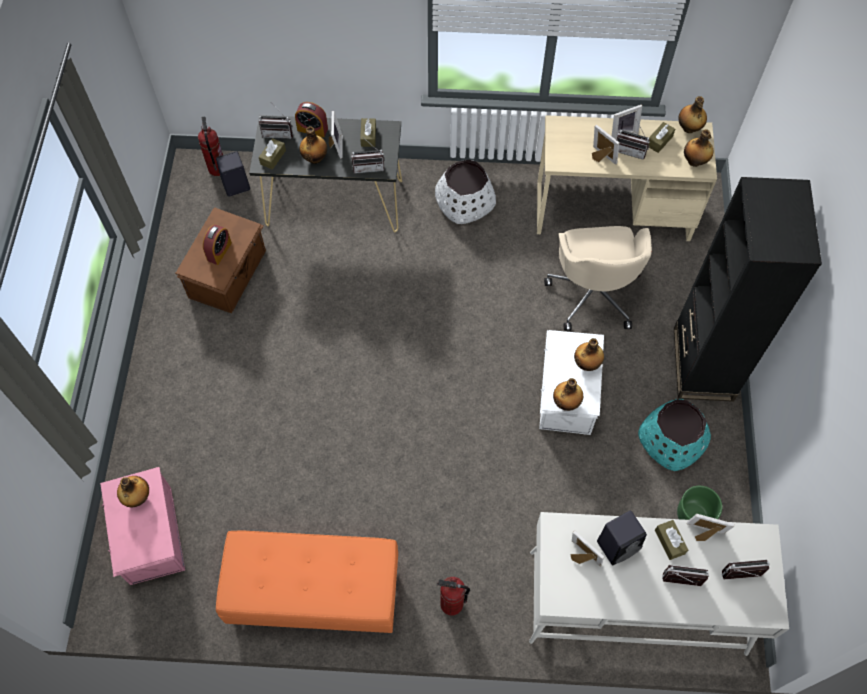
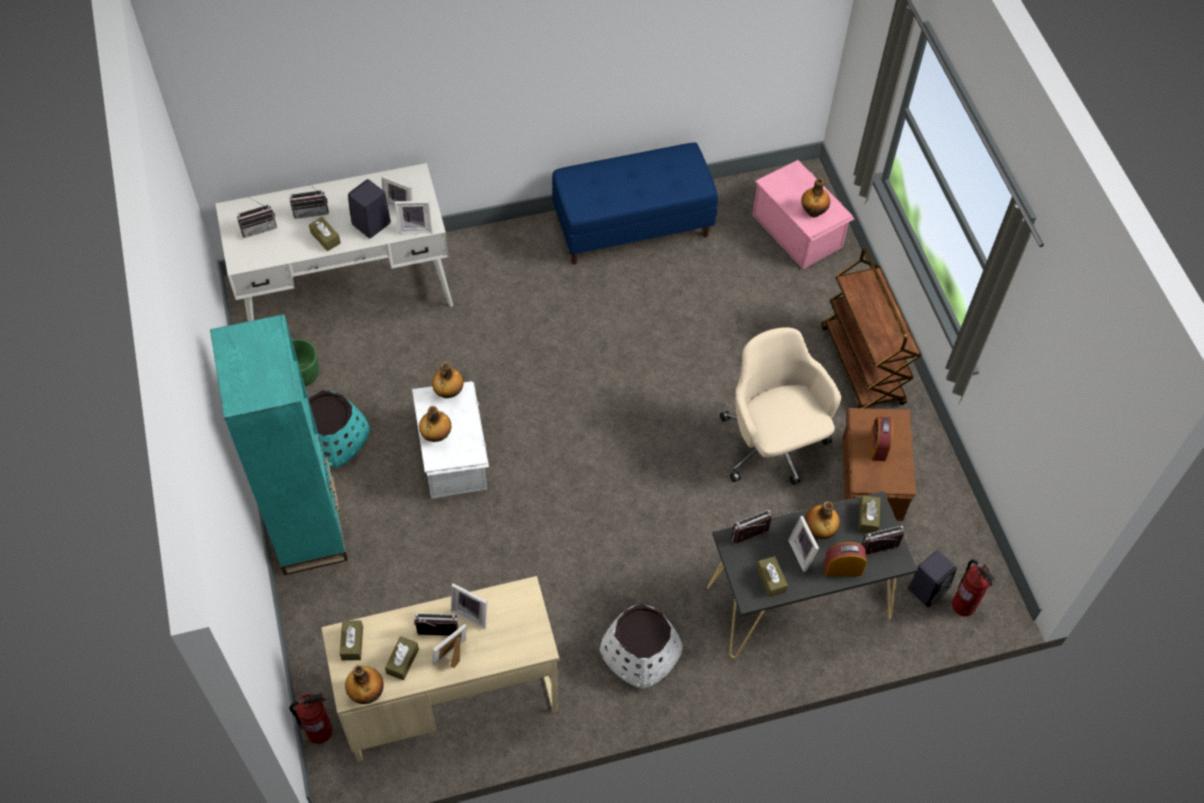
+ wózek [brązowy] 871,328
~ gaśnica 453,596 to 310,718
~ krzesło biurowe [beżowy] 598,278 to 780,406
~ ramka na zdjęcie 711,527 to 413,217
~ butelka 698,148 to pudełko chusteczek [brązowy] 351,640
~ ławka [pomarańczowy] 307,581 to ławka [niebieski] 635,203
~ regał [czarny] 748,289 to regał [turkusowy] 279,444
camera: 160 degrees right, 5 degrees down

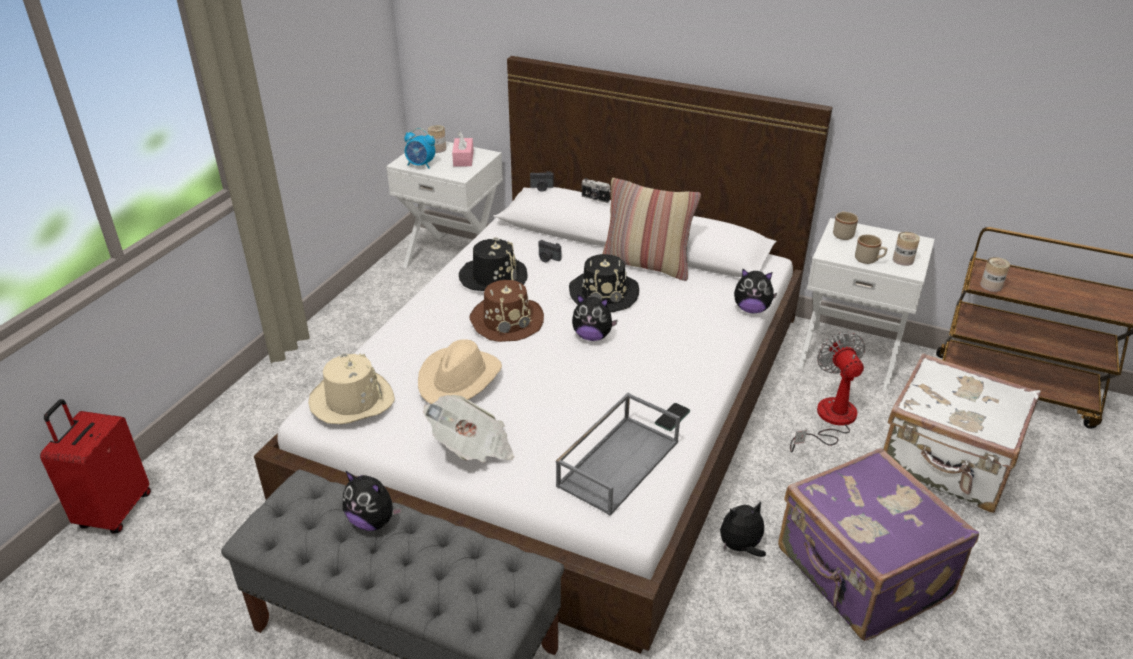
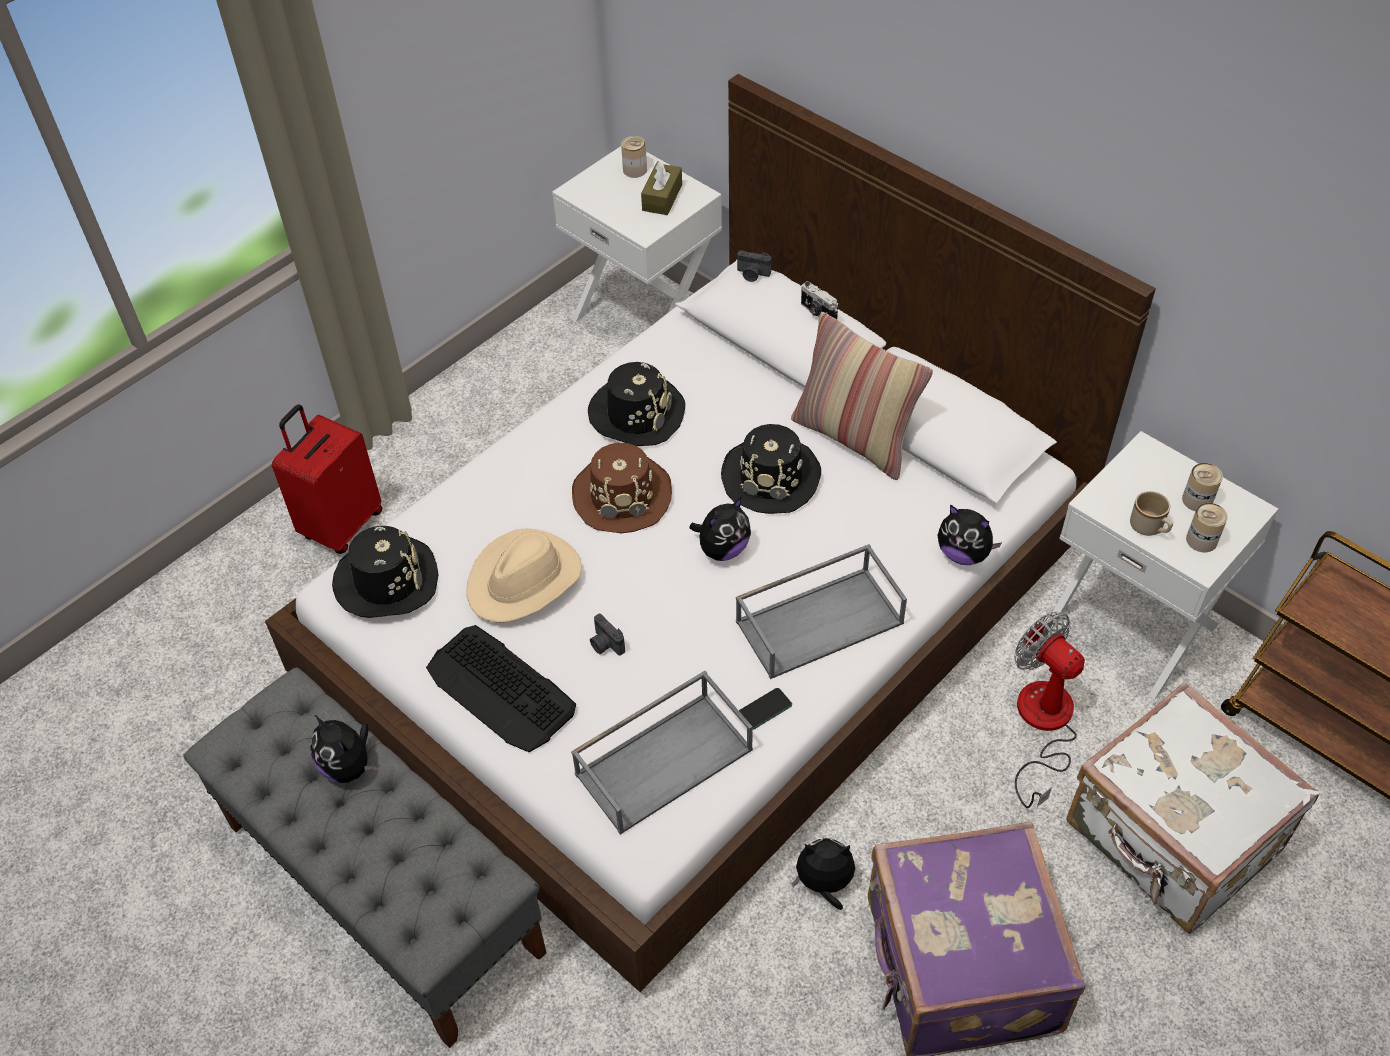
- budzik 419,148
- kubek [beżowy] 845,225
+ taca [szary] 821,611
~ walizka [czerwony] 95,466 to 327,479
~ aparat fotograficzny 550,251 to 607,634
~ puszka 995,274 to 1202,487
~ gazeta 468,429 to klawiatura 501,688
~ kapelusz [beżowy] 351,388 to kapelusz [czarny] 385,572
~ pudełko chusteczek [różowy] 463,149 to pudełko chusteczek [brązowy] 661,187
~ pluszak 595,317 = 720,529 75 degrees counterclockwise
~ wentylator 827,392 = 1049,710 45 degrees counterclockwise
camera: 20 degrees right, 15 degrees up

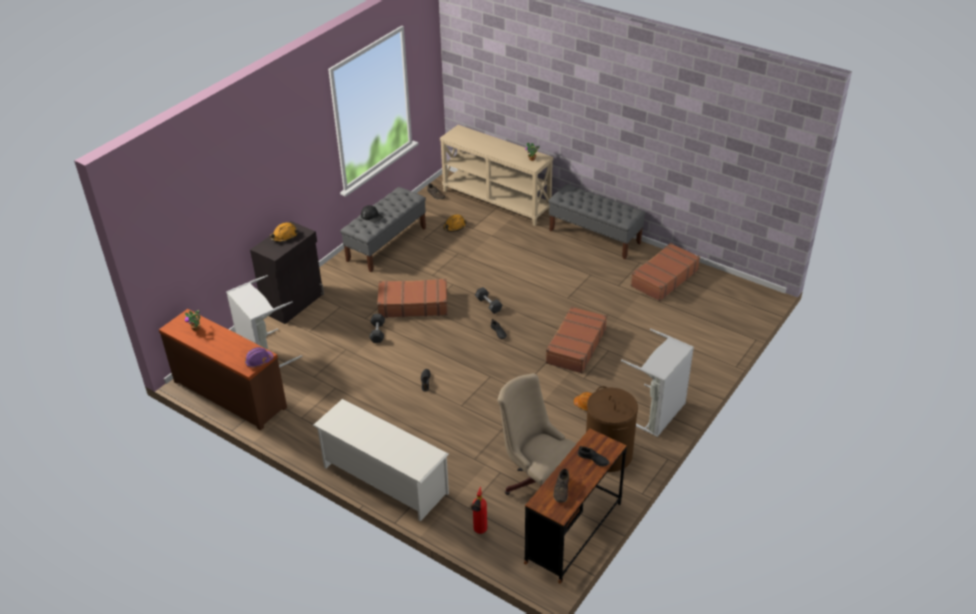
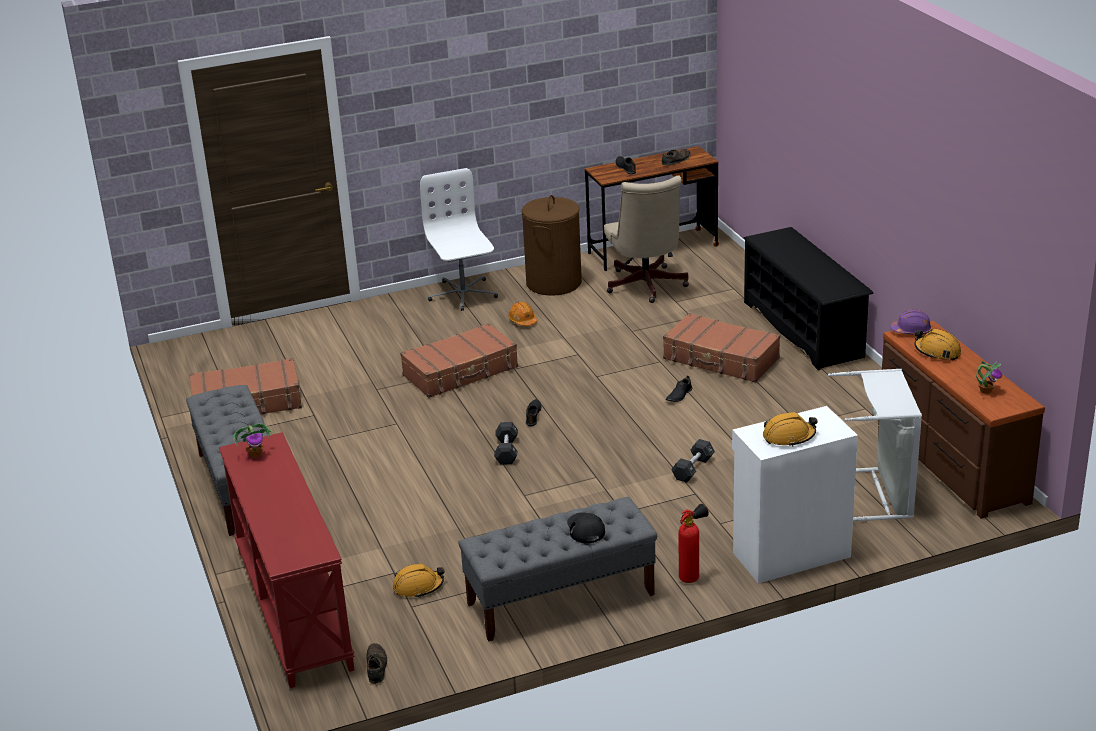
+ kask [pomarańczowy] 937,344
~ walizka [brązowy] 412,298 to 721,348
~ gaśnica 479,510 to 693,543
~ kosz na pranie [szary] 657,383 to krzesło biurowe [biały] 459,239
~ szafka [czarny] 287,272 to szafka [biały] 795,494
~ regał na buty [biały] 381,460 to regał na buty [czarny] 808,298
~ stolik konsolowy [beżowy] 497,175 to stolik konsolowy [czerwony] 287,560
camera: 145 degrees left, 10 degrees down

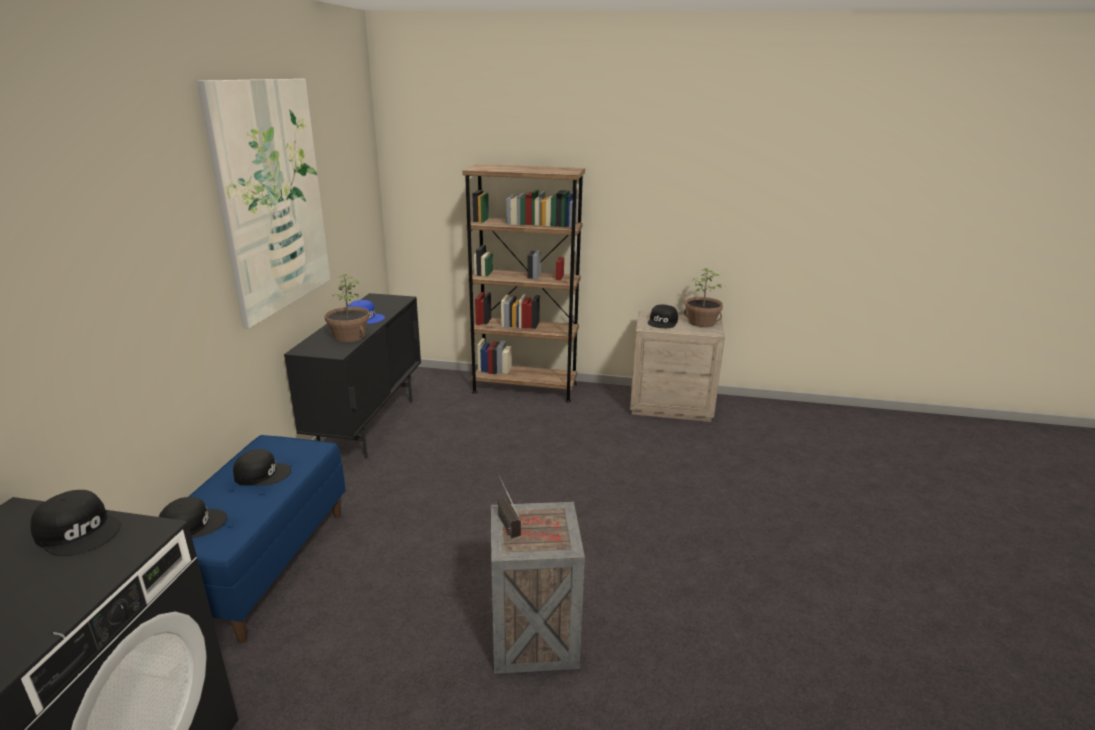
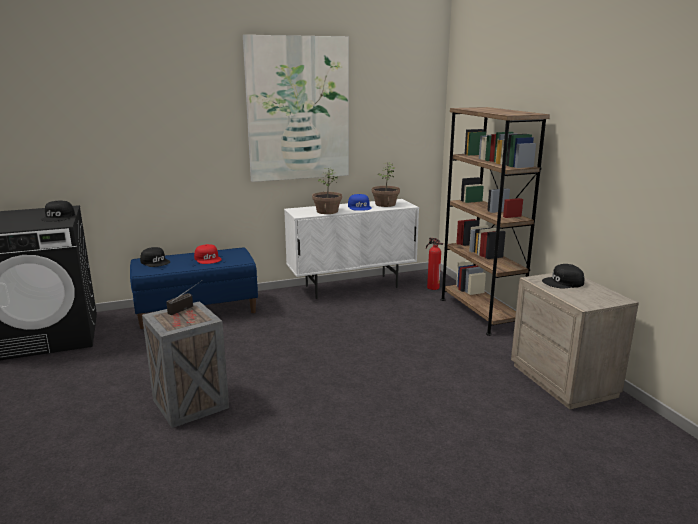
+ gaśnica 434,264
~ roślina doniczkowa 703,297 to 386,184
~ czapka z daszkiem [czarny] 262,467 to czapka z daszkiem [czerwony] 208,254
~ szafka [czarny] 352,376 to szafka [biały] 351,249
camera: 60 degrees right, 5 degrees down

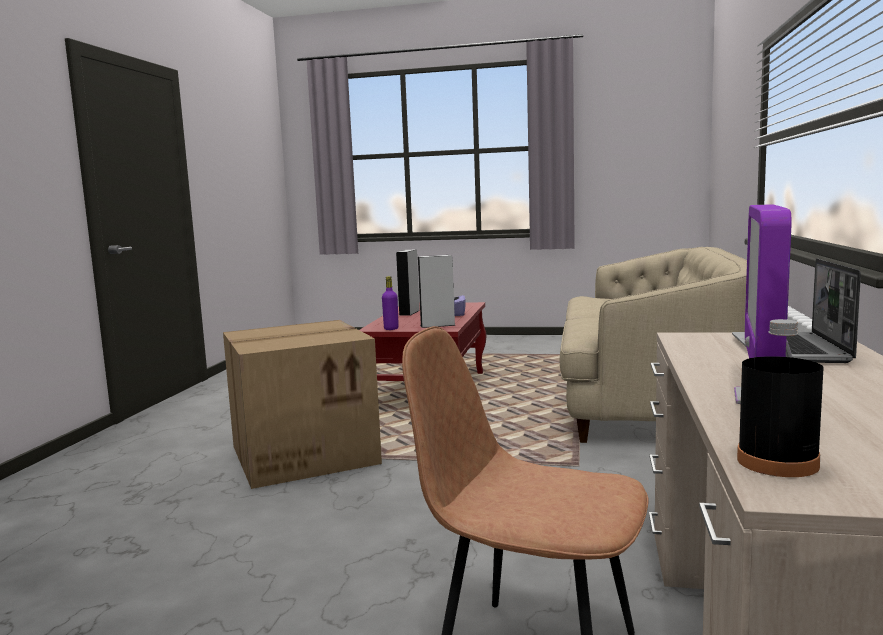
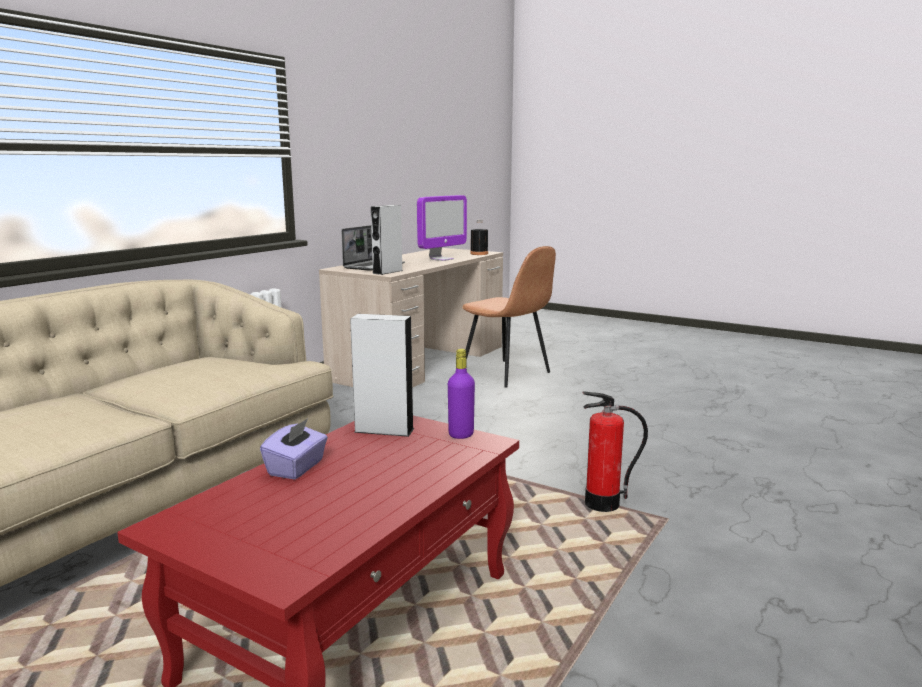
~ głośnik [szary] 408,283 to 386,240
~ karton 302,404 to gaśnica 615,451
camera: 160 degrees left, 5 degrees up

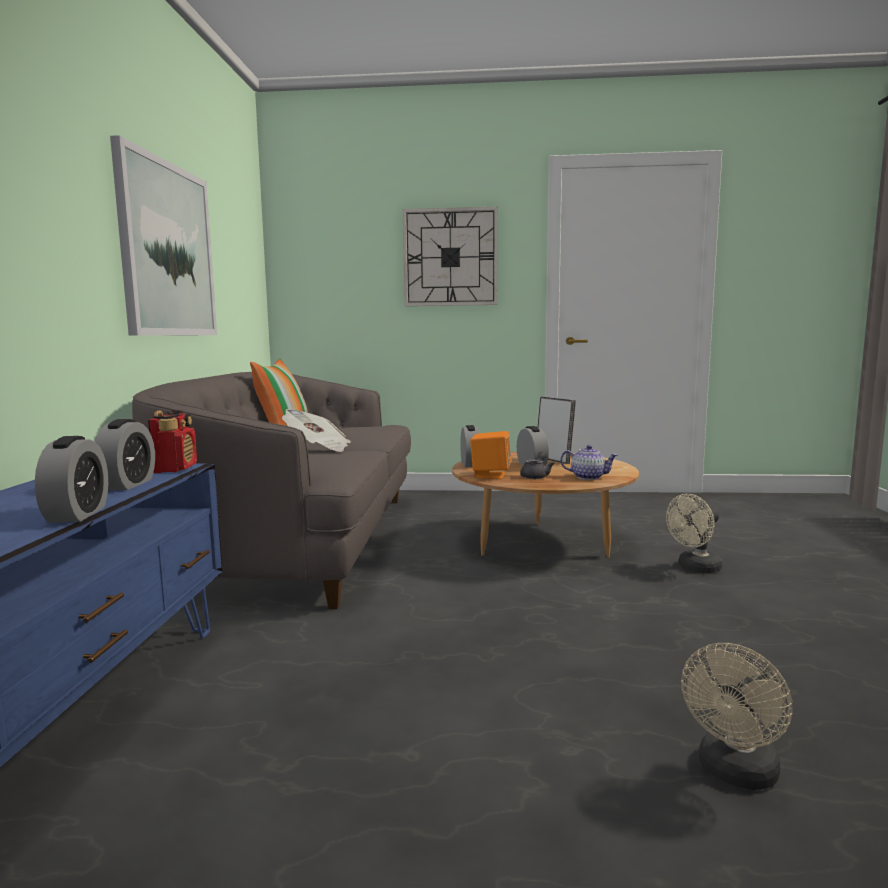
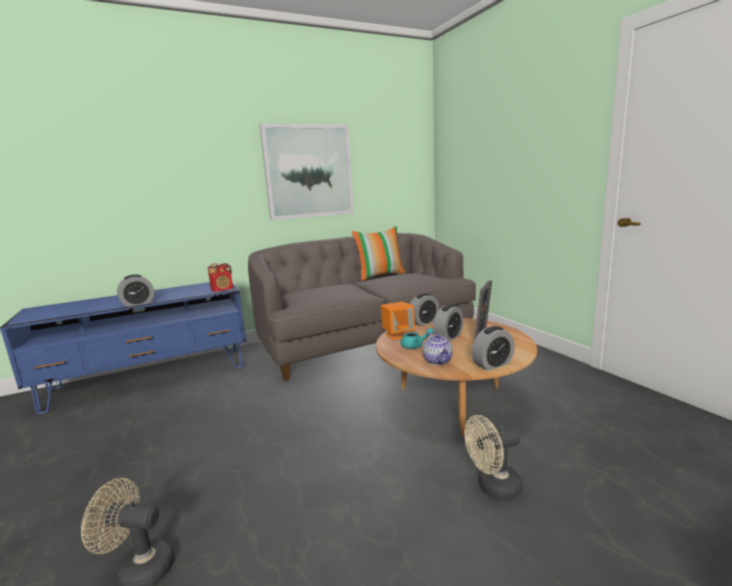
- gazeta 316,430
- zegar ścienny 450,256
~ budzik 124,454 to 493,348
~ imbryk [szary] 537,465 to imbryk [turkusowy] 417,338
~ wentylator [beżowy] 694,533 = 493,457 45 degrees counterclockwise
camera: 60 degrees right, 5 degrees up

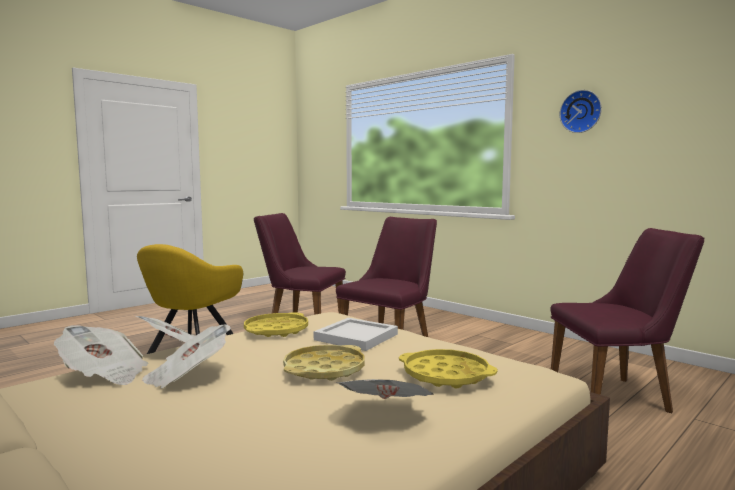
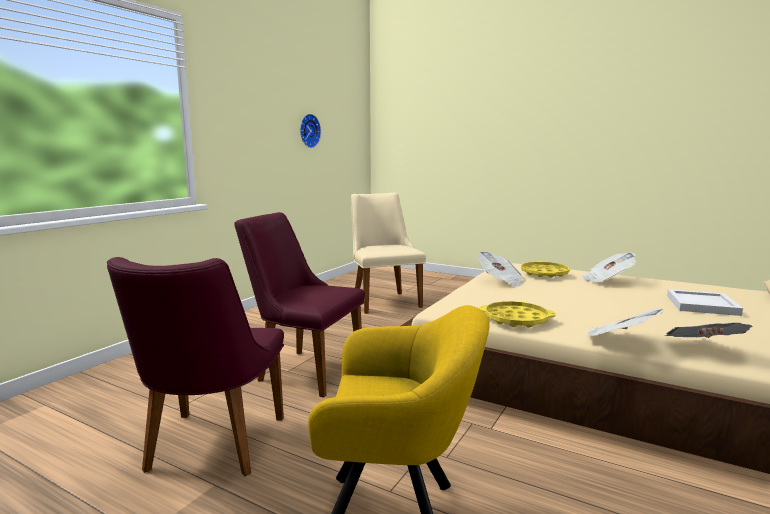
- taca [żółty] 324,363
~ gazeta 186,356 to 501,269
~ taca [biały] 356,334 to 705,302
~ zegar ścienny 581,111 to 310,131
~ krzesło [fioletowy] 628,320 to krzesło [beżowy] 388,253
camera: 105 degrees left, 5 degrees up

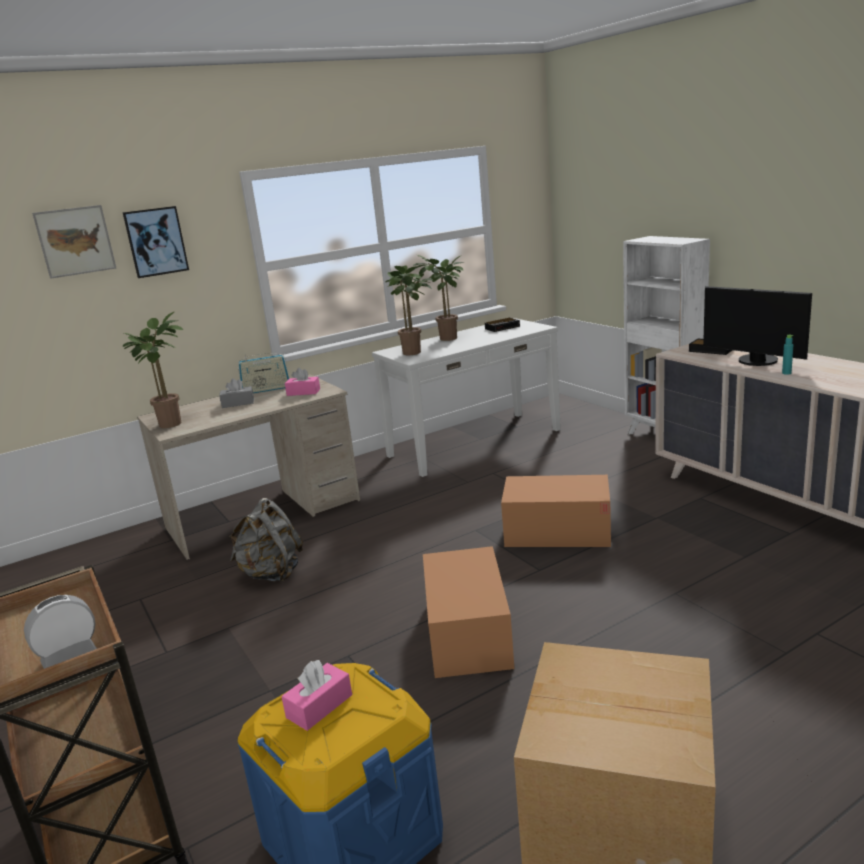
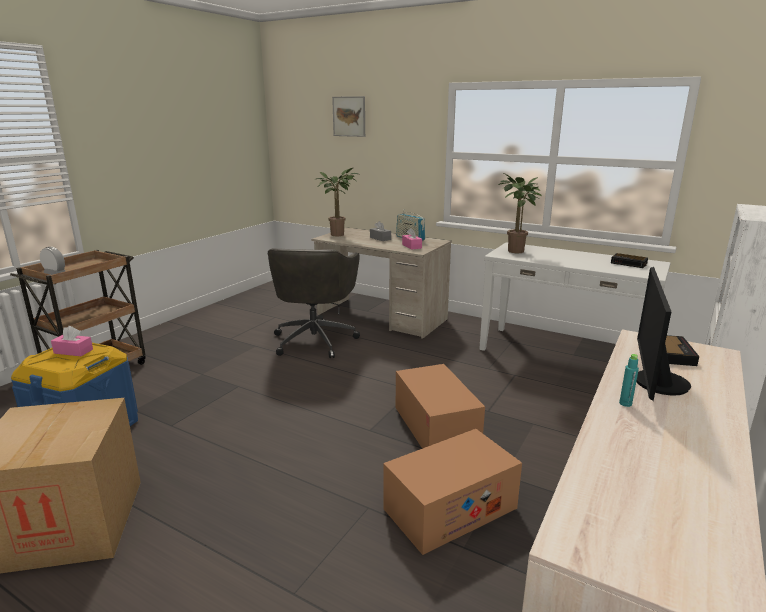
- obraz 155,242
- roślina doniczkowa 438,298
~ karton 469,612 to 452,492
~ plecak [szary] 266,540 to krzesło biurowe [szary] 314,303
camera: 60 degrees right, 0 degrees up

